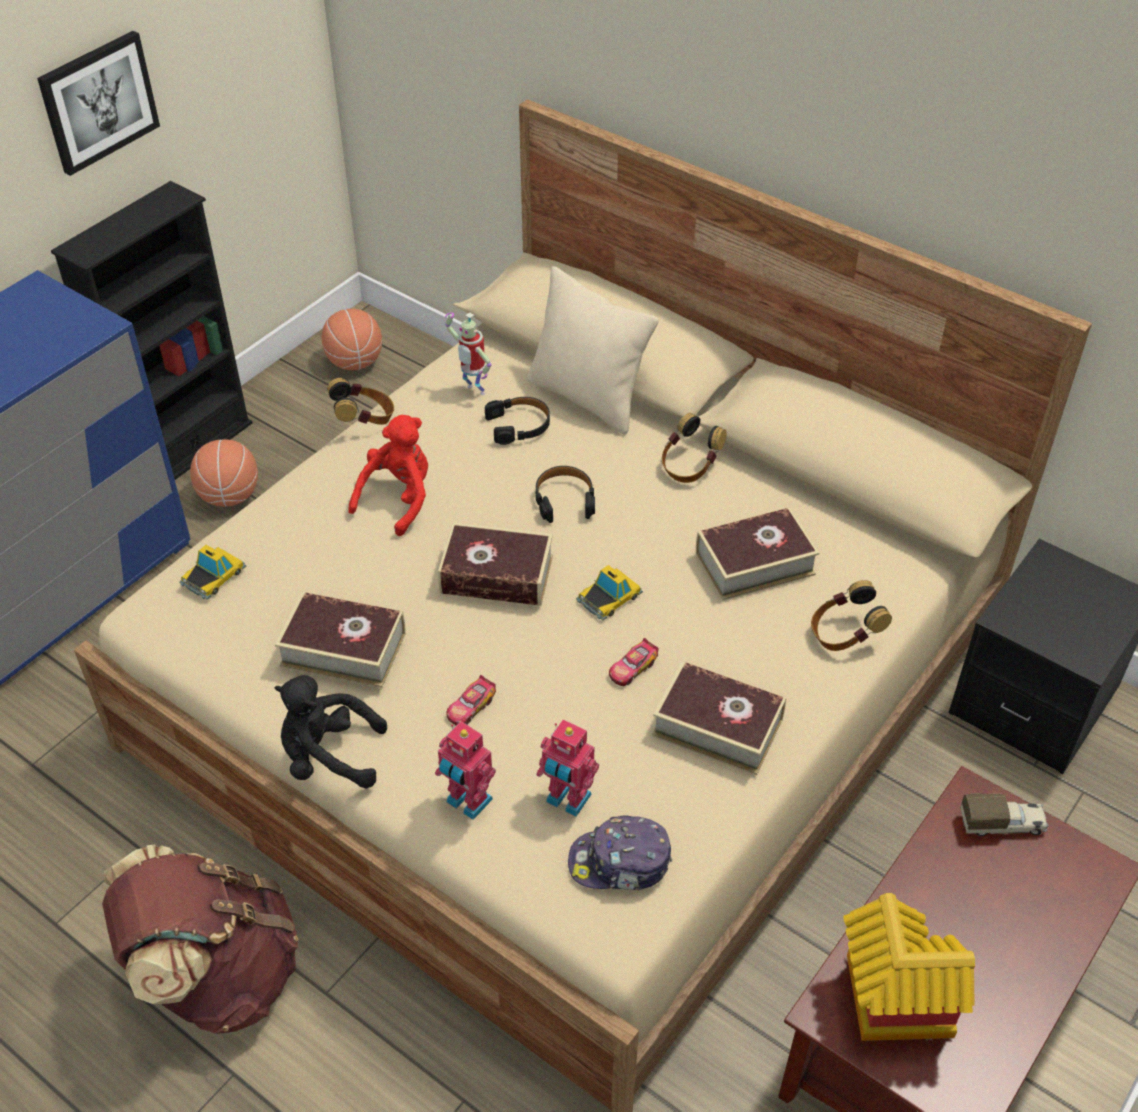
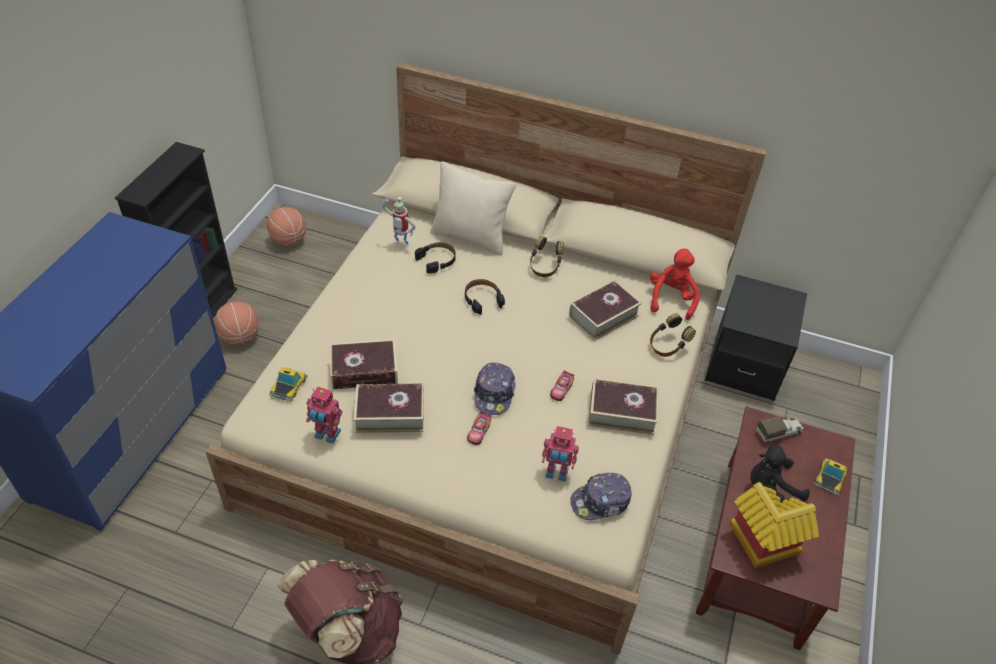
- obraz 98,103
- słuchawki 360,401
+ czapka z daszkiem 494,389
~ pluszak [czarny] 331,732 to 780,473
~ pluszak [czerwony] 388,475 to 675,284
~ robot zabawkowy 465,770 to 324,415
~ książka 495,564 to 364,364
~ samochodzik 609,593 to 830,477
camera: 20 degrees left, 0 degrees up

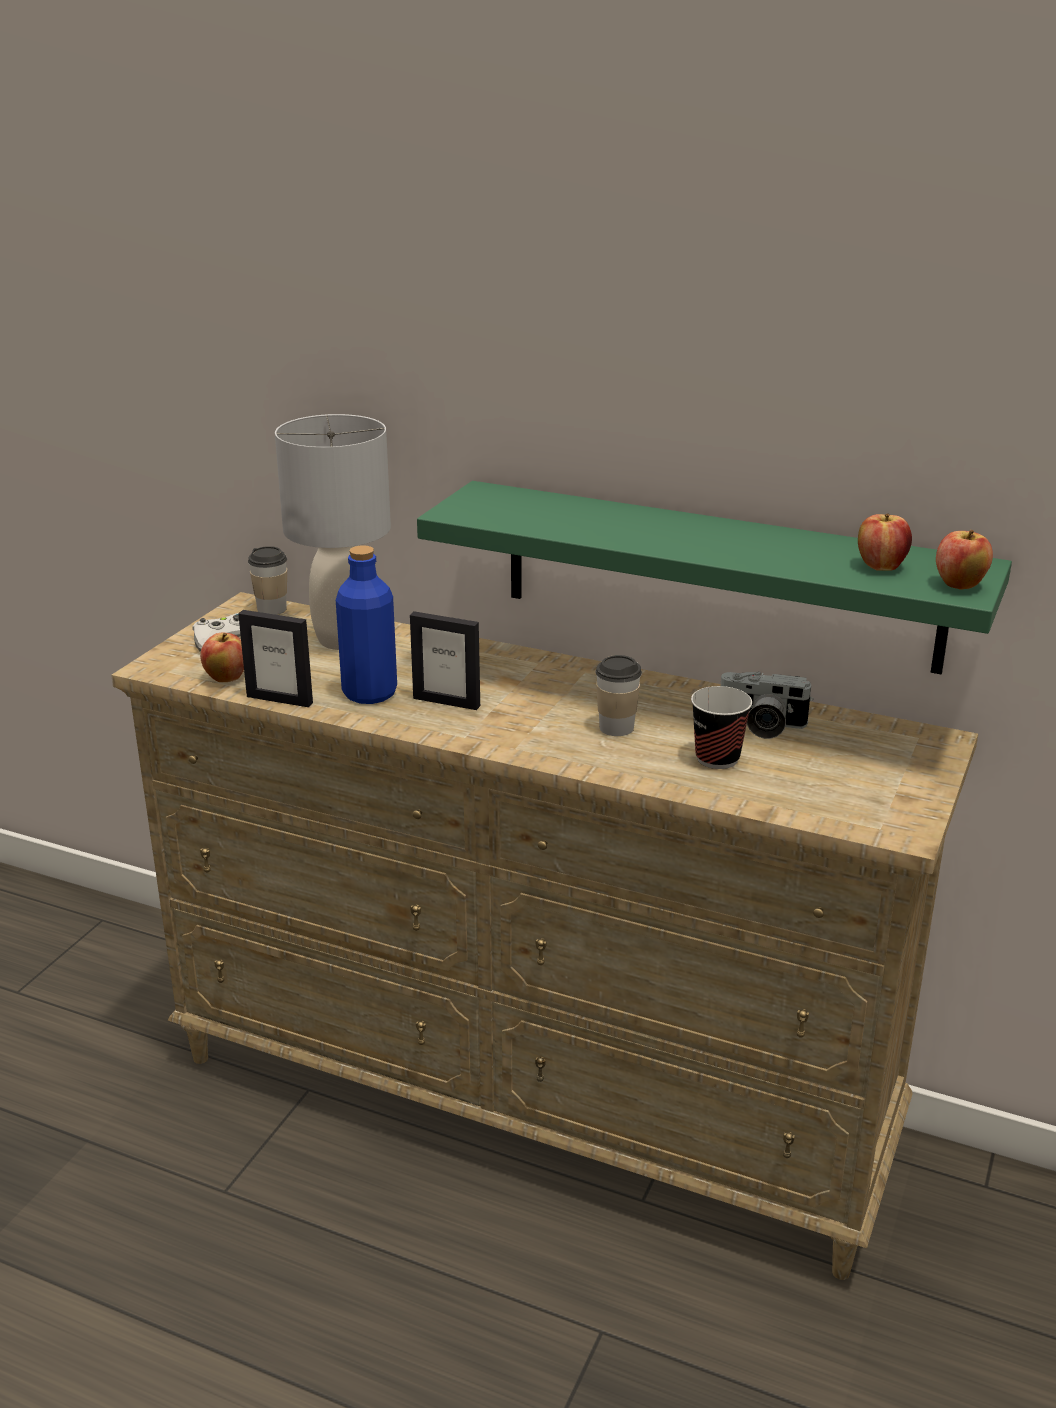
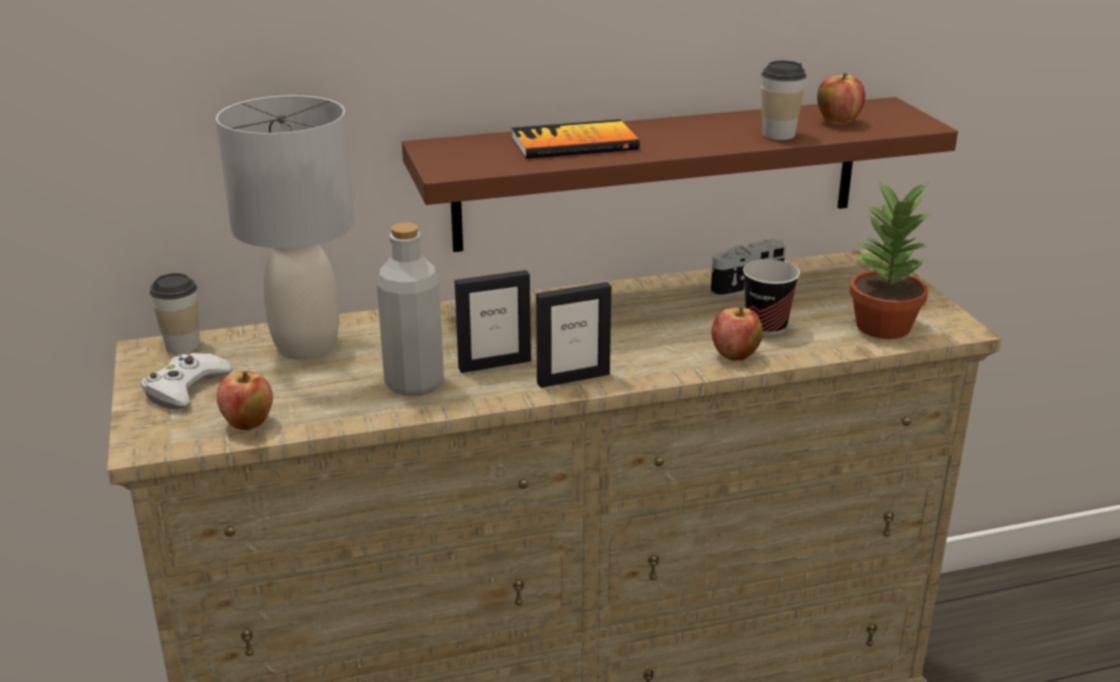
+ książka 575,139
+ roślina doniczkowa 891,260
~ ramka na zdjęcie 275,658 to 573,335
~ filiżanka 618,695 to 784,100
~ jabłko 964,560 to 737,333
~ butelka [niebieski] 366,624 to butelka [szary] 410,309
~ półka [zielony] 714,577 to półka [brązowy] 680,174
camera: 40 degrees left, 0 degrees up

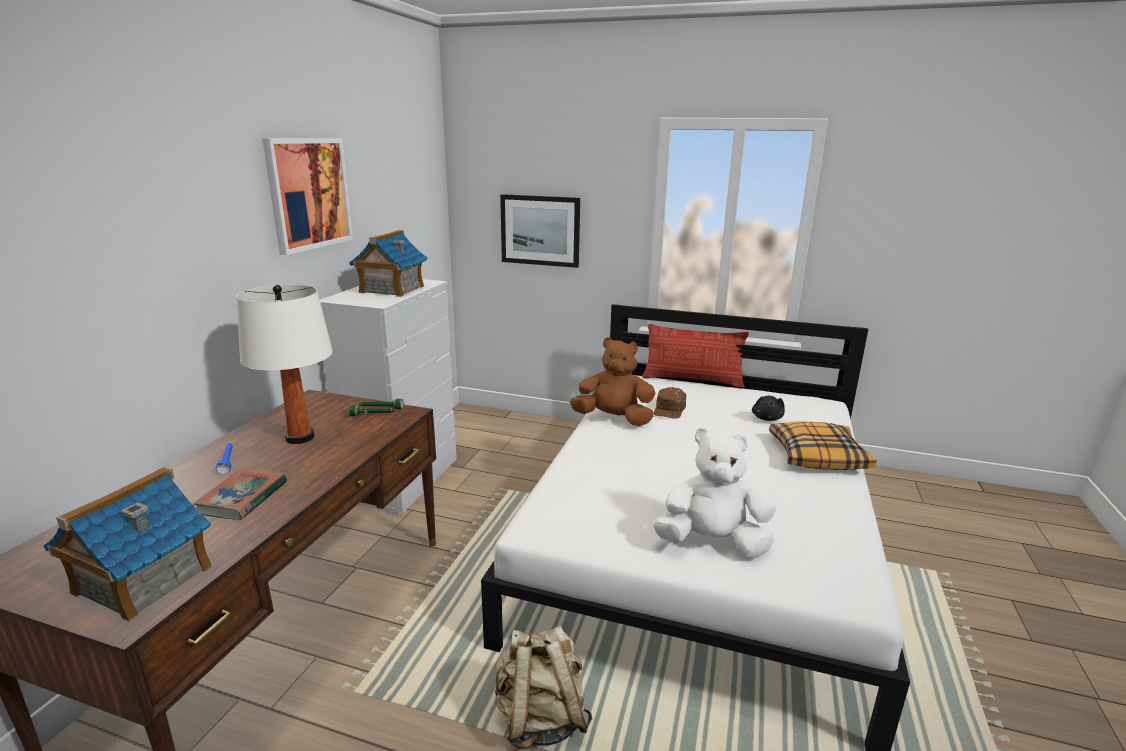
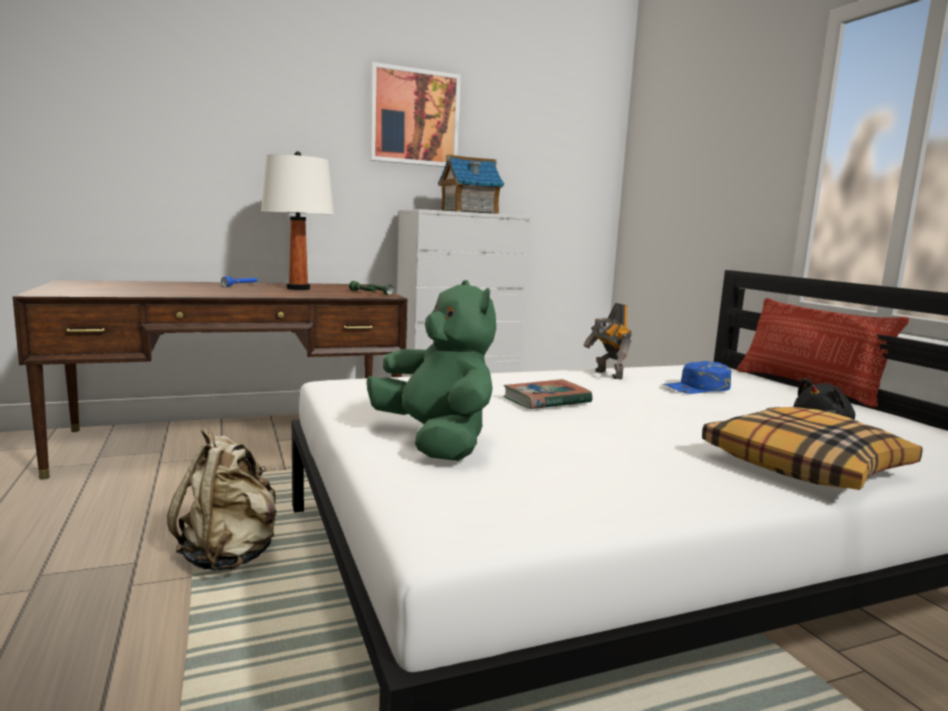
- domek 127,544
- obraz 540,231
~ książka 240,493 to 548,394
~ pluszak [brązowy] 612,381 to robot zabawkowy 607,341
~ czapka z daszkiem [brązowy] 669,403 to czapka z daszkiem [niebieski] 696,377
~ pluszak [biały] 714,493 to pluszak [zielony] 431,370
camera: 50 degrees right, 10 degrees down

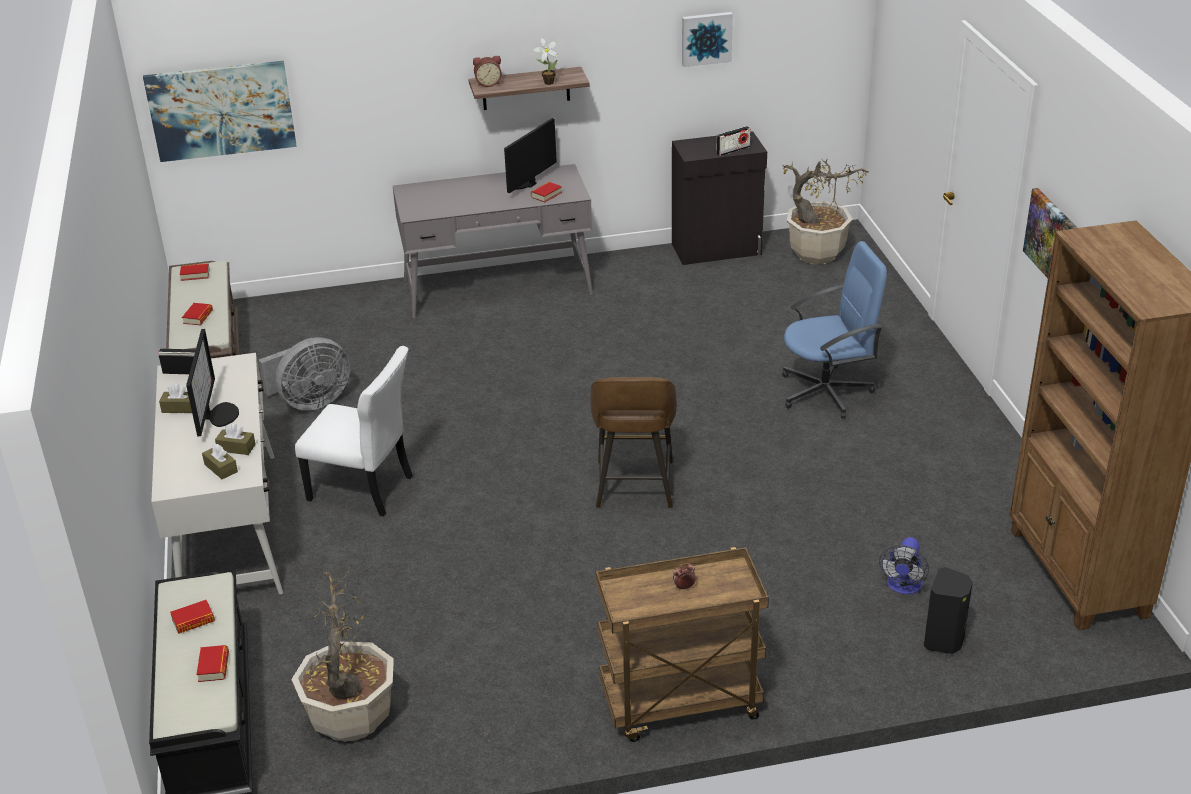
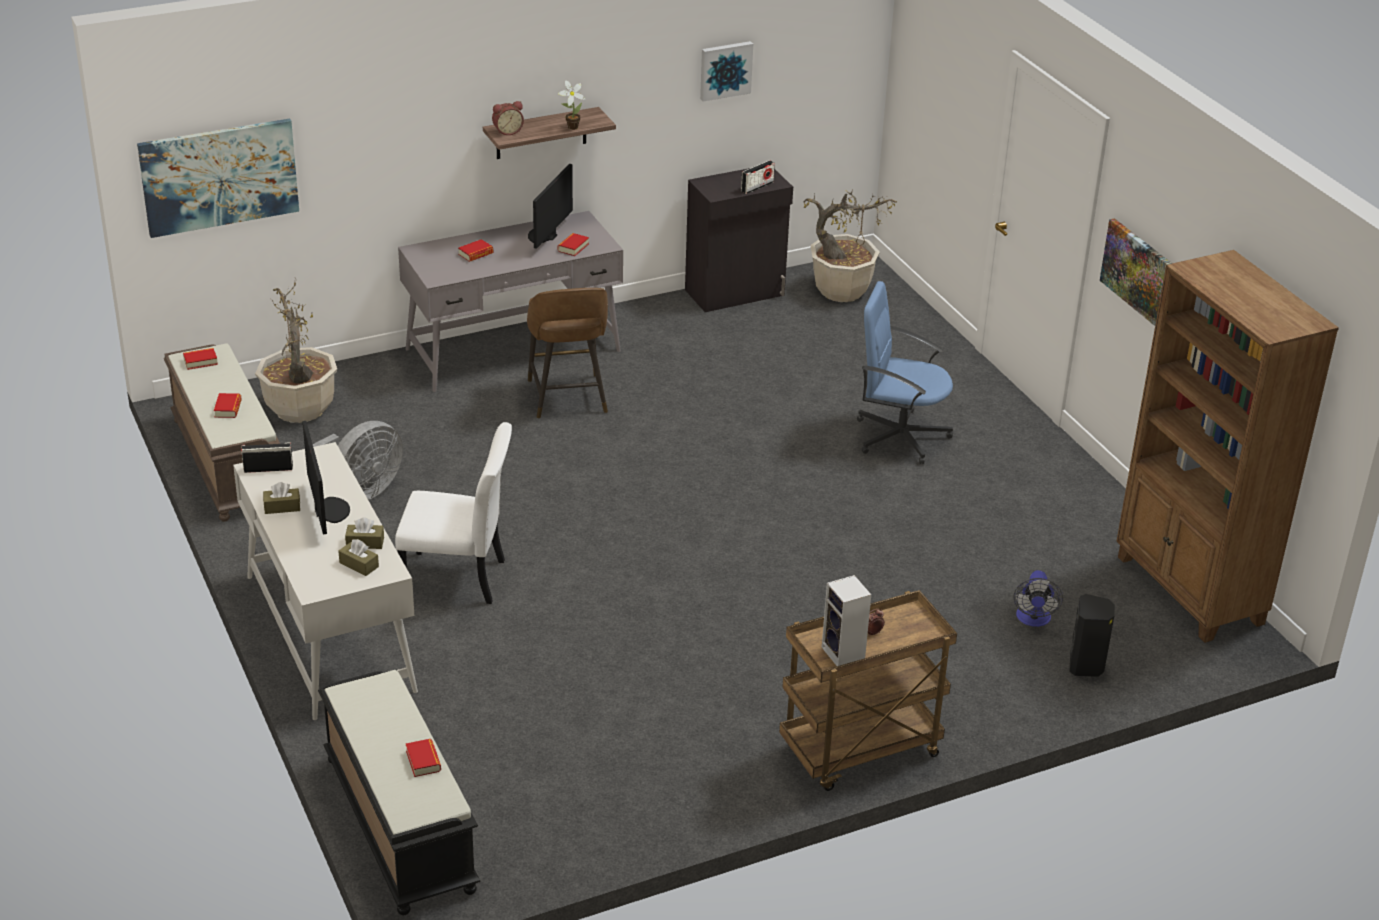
+ głośnik 846,620
~ książka 192,617 to 475,250
~ roślina doniczkowa 342,654 to 296,350
~ stołek [brązowy] 633,442 to 567,353
~ krzesło biurowe [niebieski] 834,330 = 905,372 135 degrees counterclockwise
camera: 15 degrees left, 0 degrees up

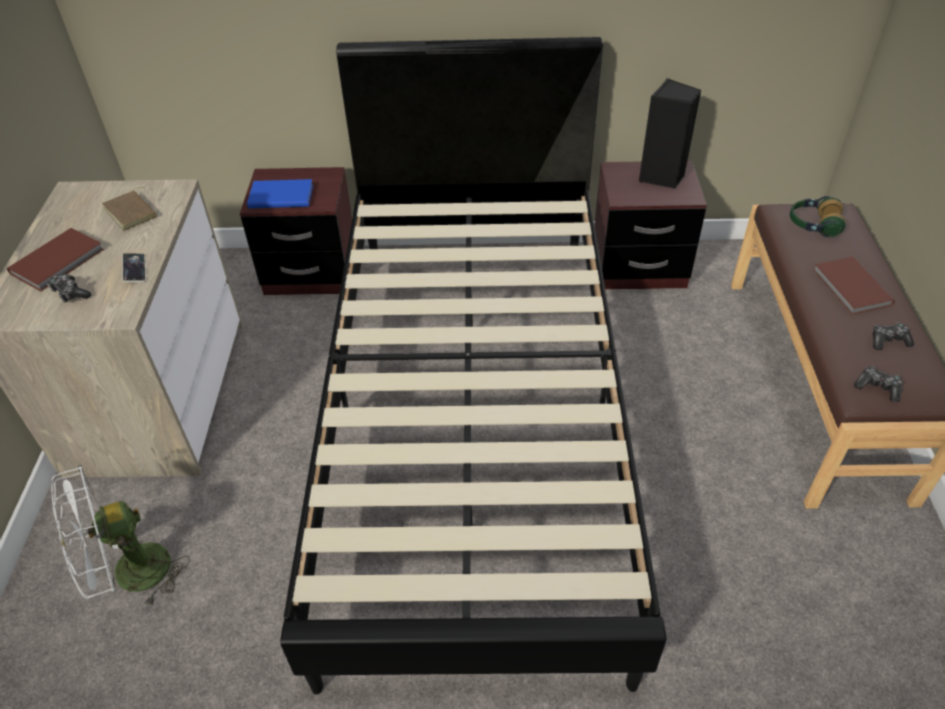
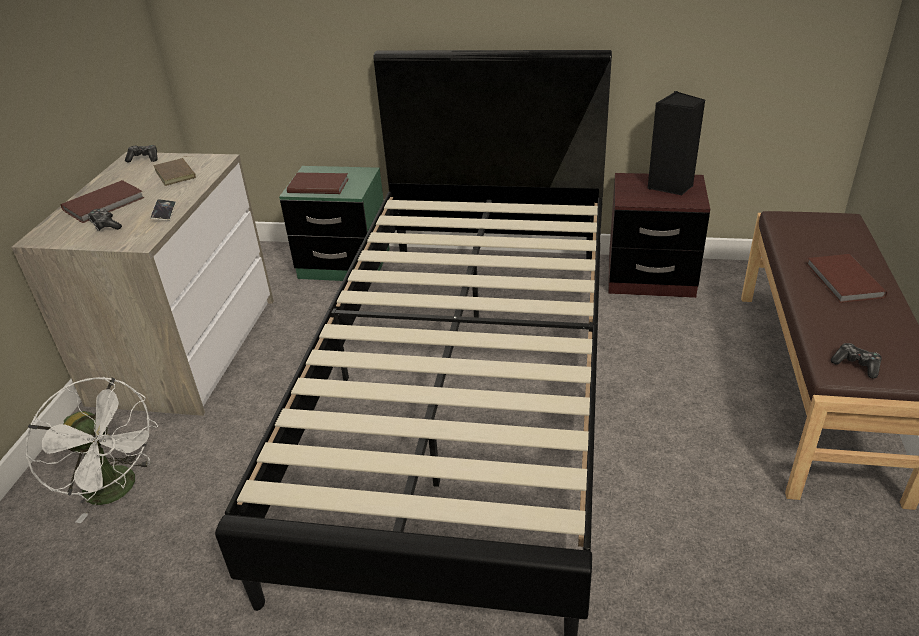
- słuchawki 817,216
~ pad do gier 893,336 to 141,153
~ szafka nocna [brązowy] 296,231 to szafka nocna [zielony] 334,223
~ książka [niebieski] 280,193 to książka [brązowy] 317,183
~ wentylator [biały] 120,537 = 92,450 120 degrees counterclockwise
camera: 10 degrees right, 10 degrees down

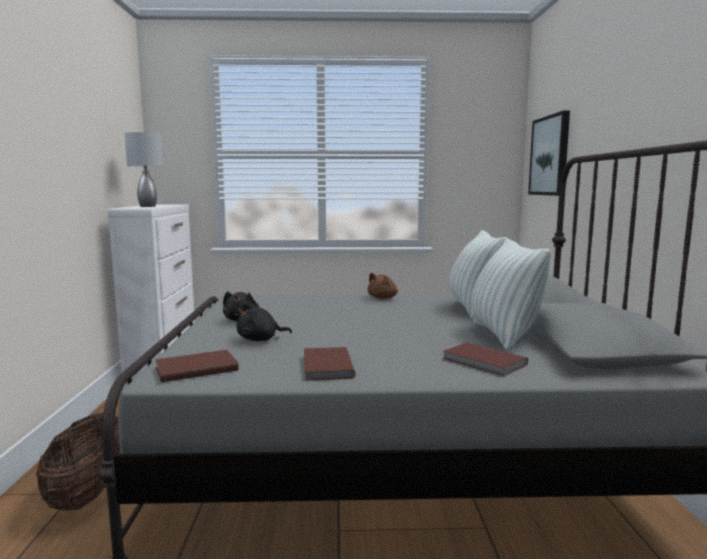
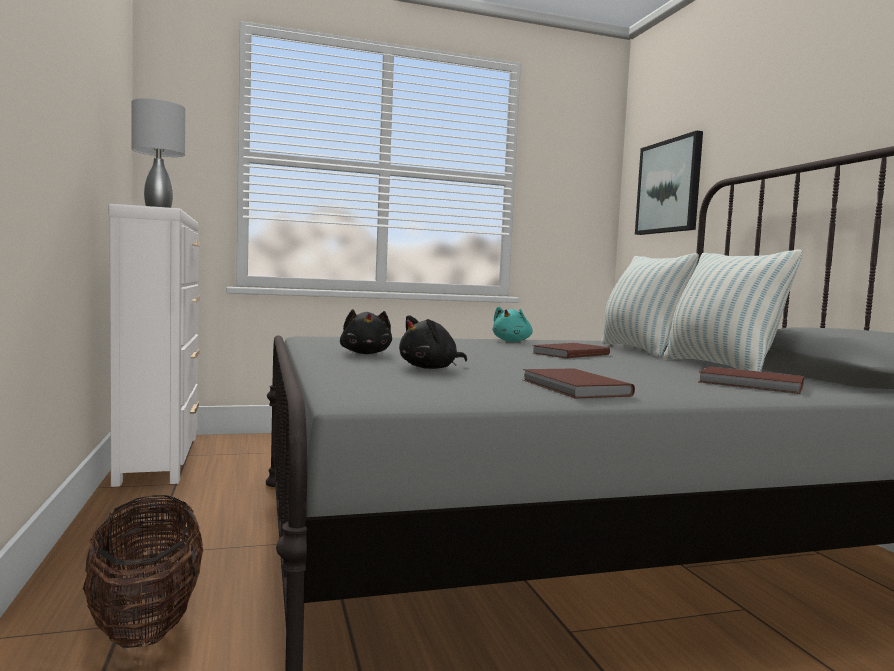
~ książka [brązowy] 197,366 to 571,350
~ pluszak [brązowy] 383,285 to pluszak [turkusowy] 512,324
camera: 15 degrees left, 5 degrees down

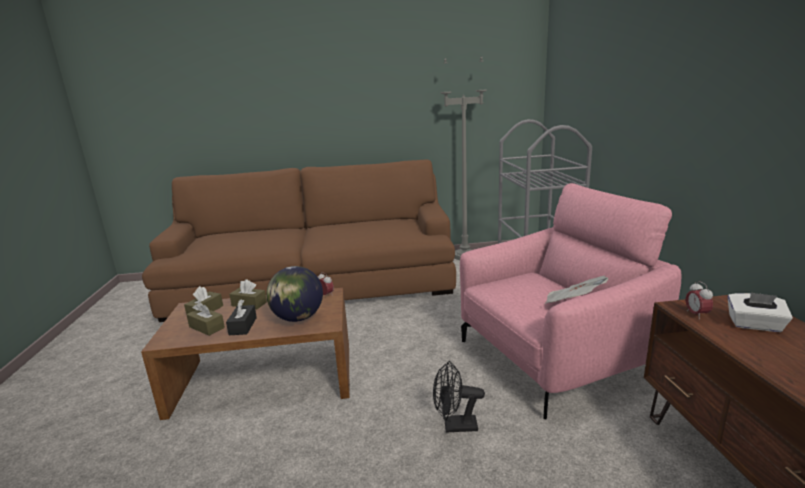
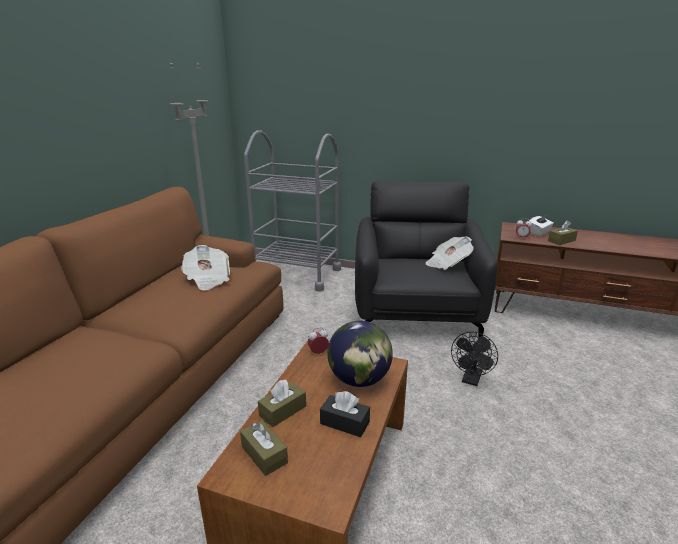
+ gazeta 205,268
~ pudełko chusteczek [brązowy] 205,319 to 563,233
~ fotel [różowy] 571,301 to fotel [czarny] 426,259
camera: 65 degrees left, 5 degrees up

